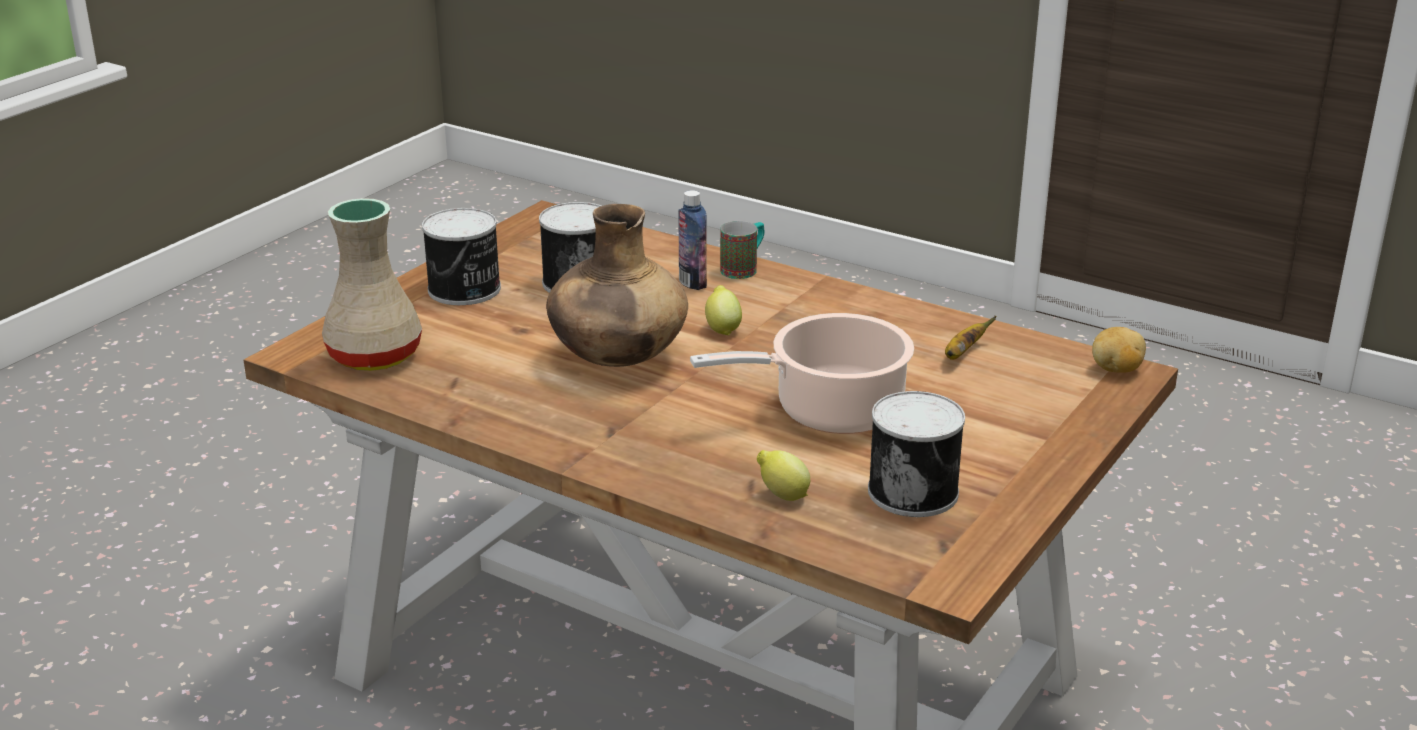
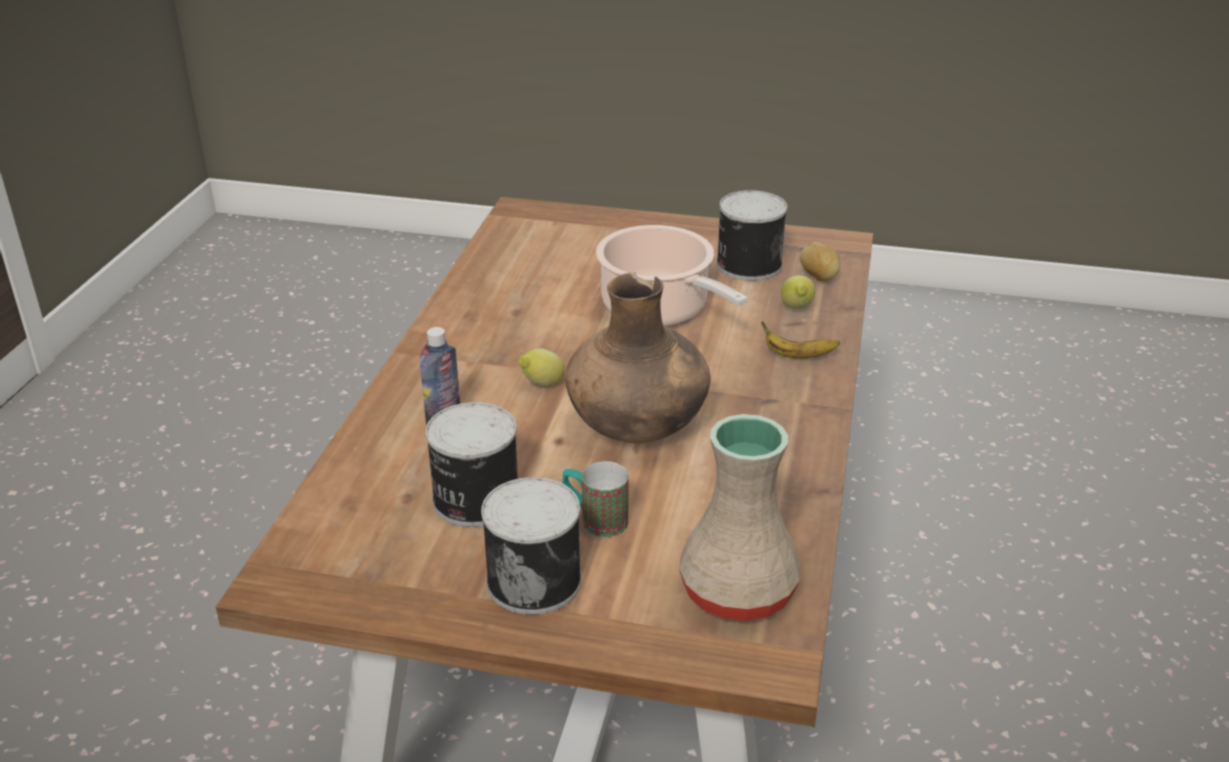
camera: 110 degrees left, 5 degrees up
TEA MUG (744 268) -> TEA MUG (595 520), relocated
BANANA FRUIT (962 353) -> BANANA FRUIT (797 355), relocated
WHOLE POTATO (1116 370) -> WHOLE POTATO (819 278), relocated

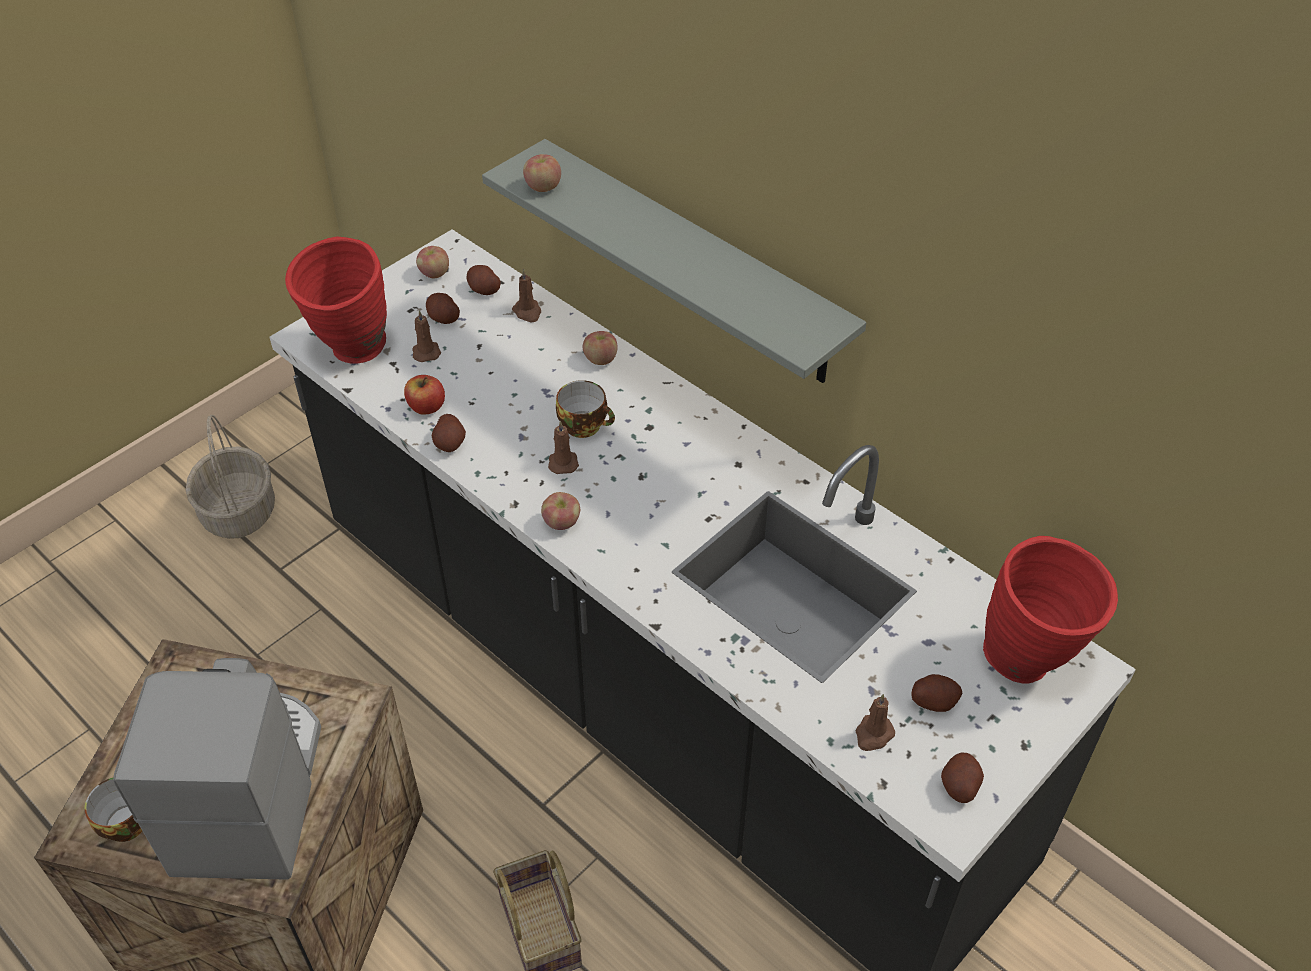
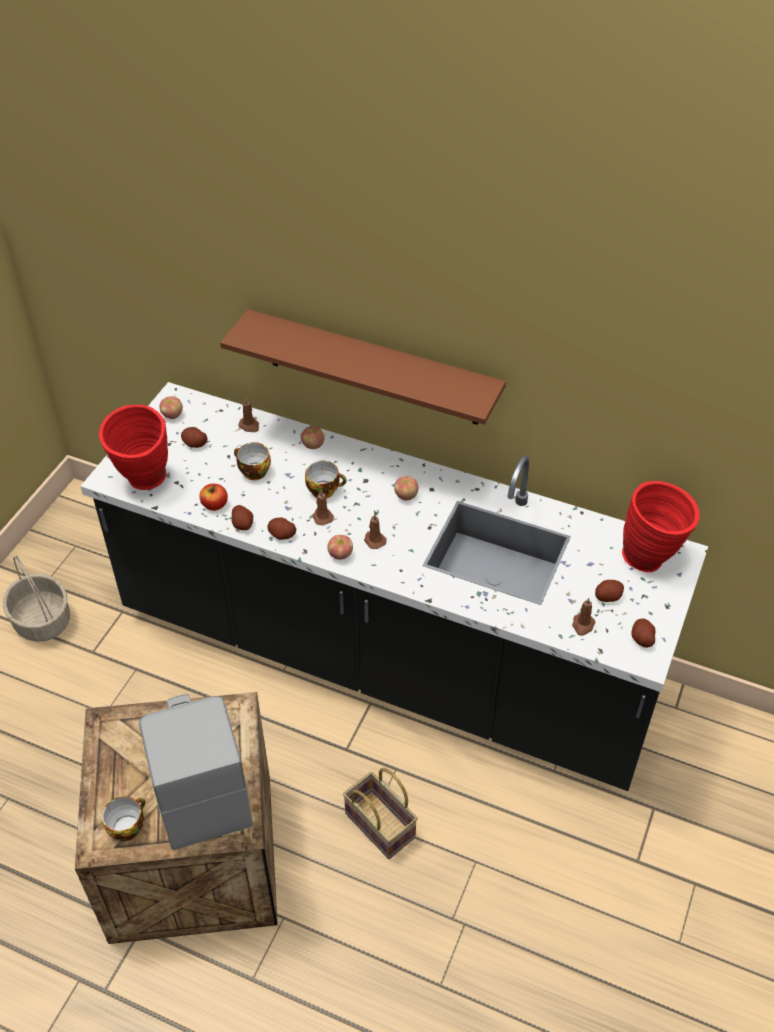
camera: 20 degrees left, 0 degrees up
none -> SMALL CUP (252 472)
BROWN-COLOURED WAX LIGHT (426 351) -> BROWN-COLOURED WAX LIGHT (374 540), relocated
WHOLE POTATO (484 290) -> WHOLE POTATO (282 535), relocated
WHOLE APPLE (543 187) -> WHOLE APPLE (406 496), relocated
GRAY BRACKET SHELF (693 263) -> BROWN-COLOURED BRACKET SHELF (373 368)

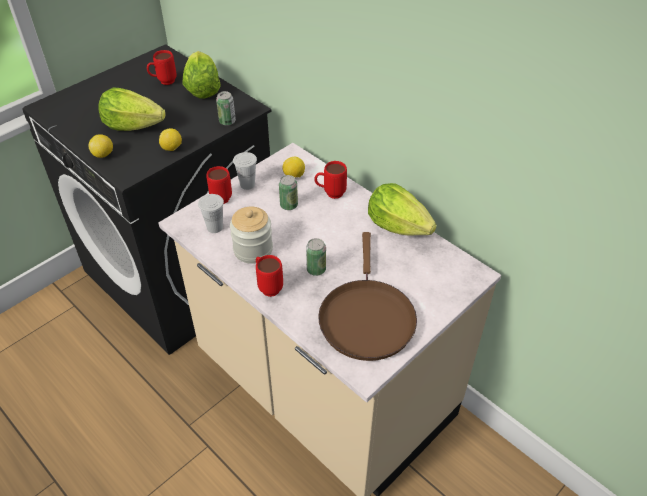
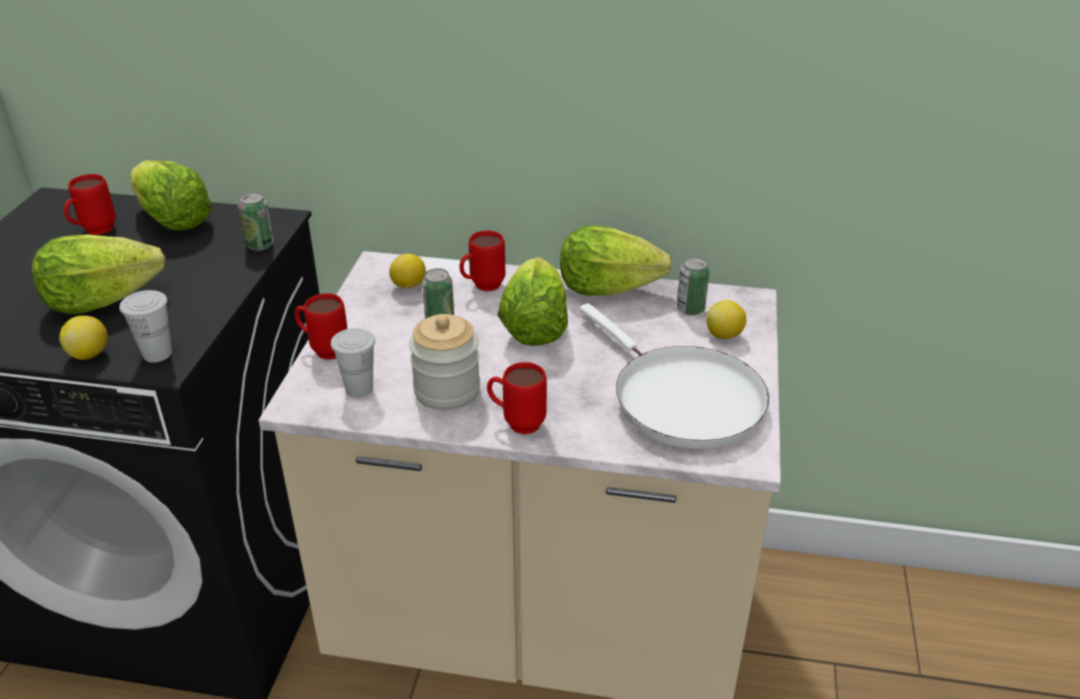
camera: 35 degrees left, 10 degrees down
none -> LETTUCE HEAD (534 327)
LEMON (172 149) -> LEMON (724 335), relocated
WHITE-COLOURED SMALL CUP (247 184) -> WHITE-COLOURED SMALL CUP (157 354), relocated
METAL CAN (316 269) -> METAL CAN (690 309), relocated
BROWN-COLOURED SKILLET (366 317) -> WHITE-COLOURED SKILLET (681 398)

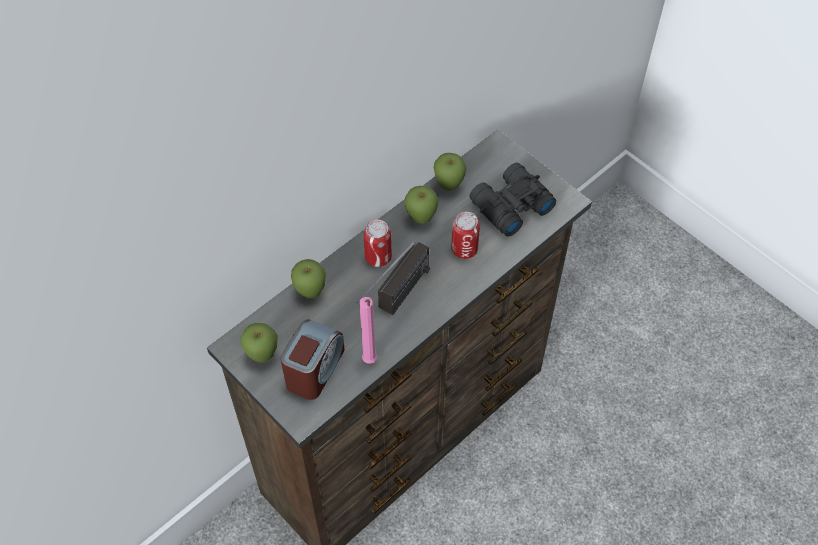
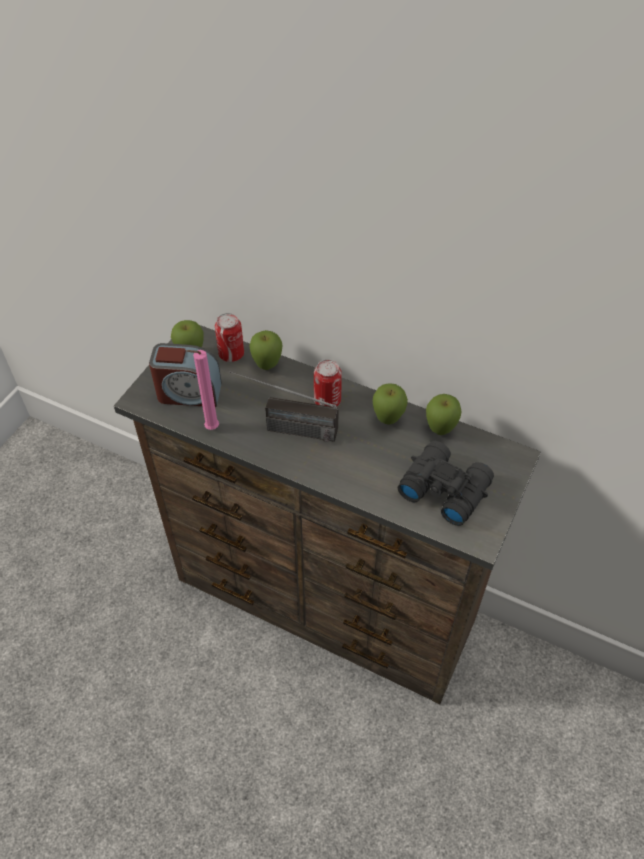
camera: 70 degrees right, 5 degrees down
METAL CAN (464 249) -> METAL CAN (231 354), relocated

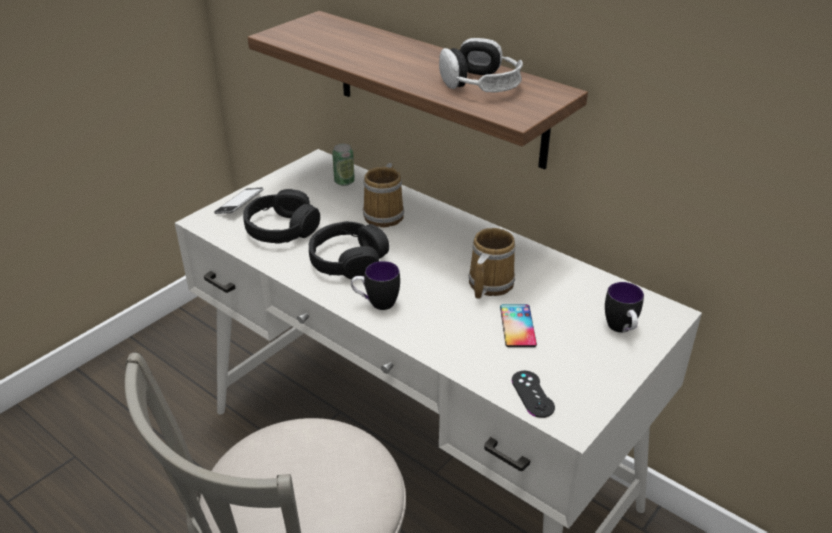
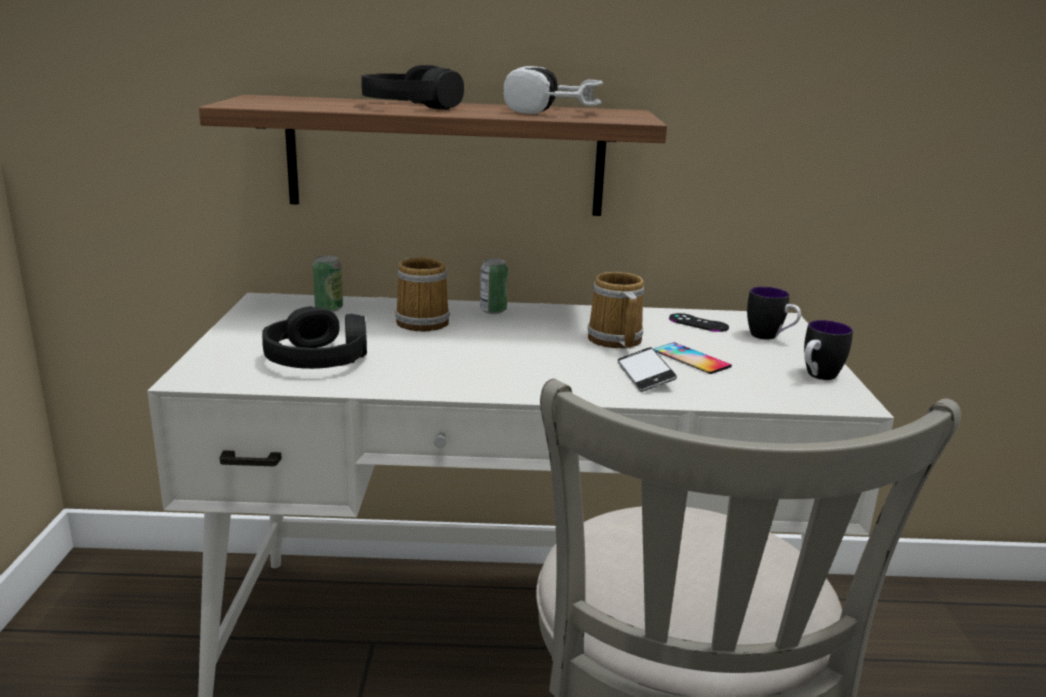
camera: 40 degrees left, 15 degrees down
none -> METAL CAN (493 310)
TELEPHONE (240 205) -> TELEPHONE (645 376), relocated
BLACK HEADPHONES (348 260) -> BLACK HEADPHONES (411 106), relocated
TEA MUG (376 304) -> TEA MUG (817 377), relocated
BLACK GAME CONTROLLER (532 394) -> BLACK GAME CONTROLLER (698 323), relocated

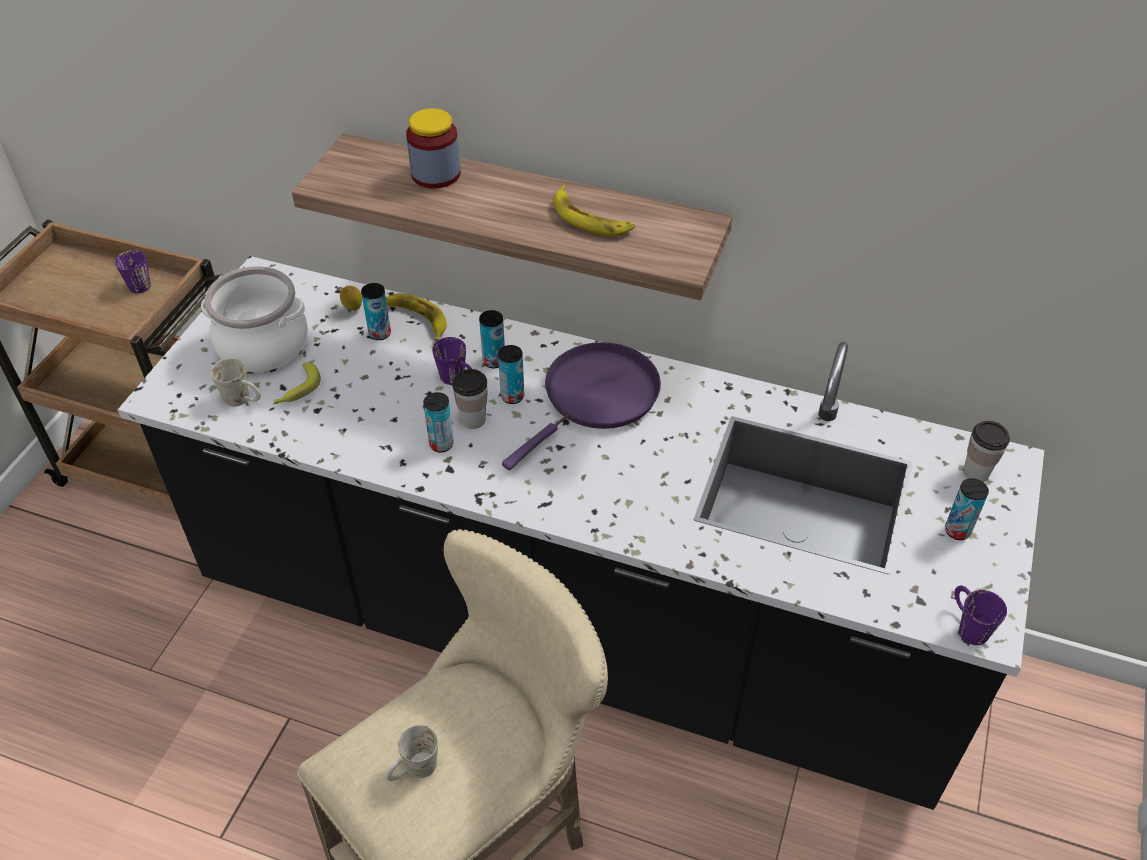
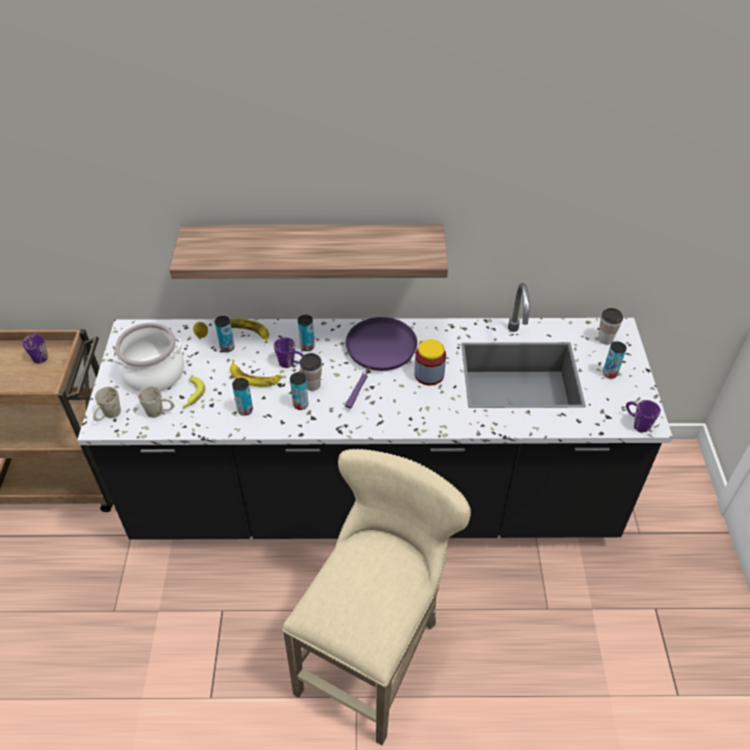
camera: 20 degrees left, 0 degrees up
WHITE-COLOURED TEA MUG (414 771) -> WHITE-COLOURED TEA MUG (109 416), relocated
JAR (436 174) -> JAR (429 374), relocated
METAL CAN (512 396) -> METAL CAN (245 410), relocated
BANANA FRUIT (590 218) -> BANANA FRUIT (254 377), relocated

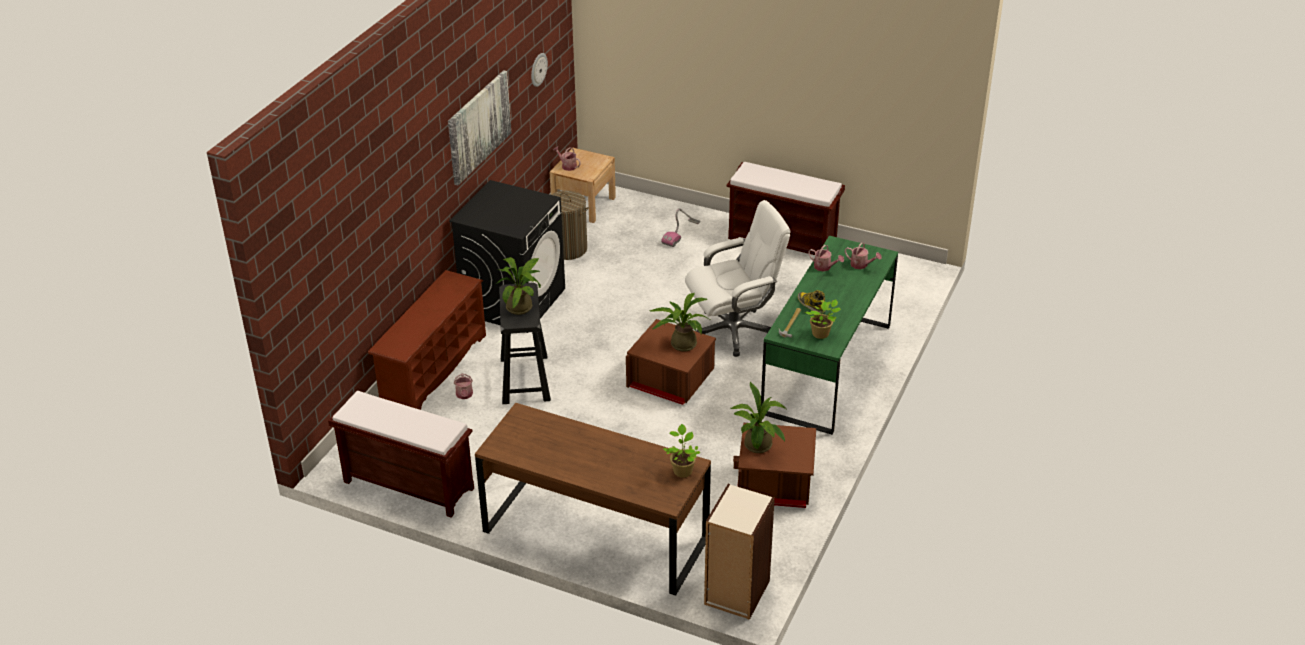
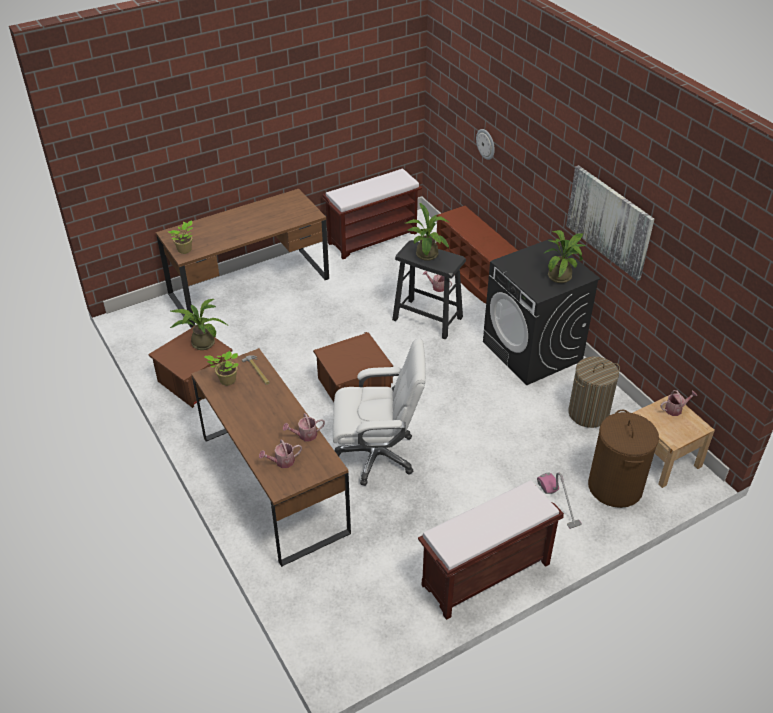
camera: 125 degrees right, 5 degrees up
BOOKCASE (736 593) -> none
TALL BOOT (811 304) -> none
none -> BROWN-COLOURED HAMPER (615 487)
HANGING CLOCK (538 69) -> HANGING CLOCK (486 144), relocated
POTTED PLANT (680 343) -> POTTED PLANT (562 276), relocated
GREEN-COLOURED DESK (827 368) -> BROWN-COLOURED DESK (274 483)
WHITE-COLOURED OFFICE CHAIR (734 331) -> WHITE-COLOURED OFFICE CHAIR (377 455), 105 degrees counterclockwise

